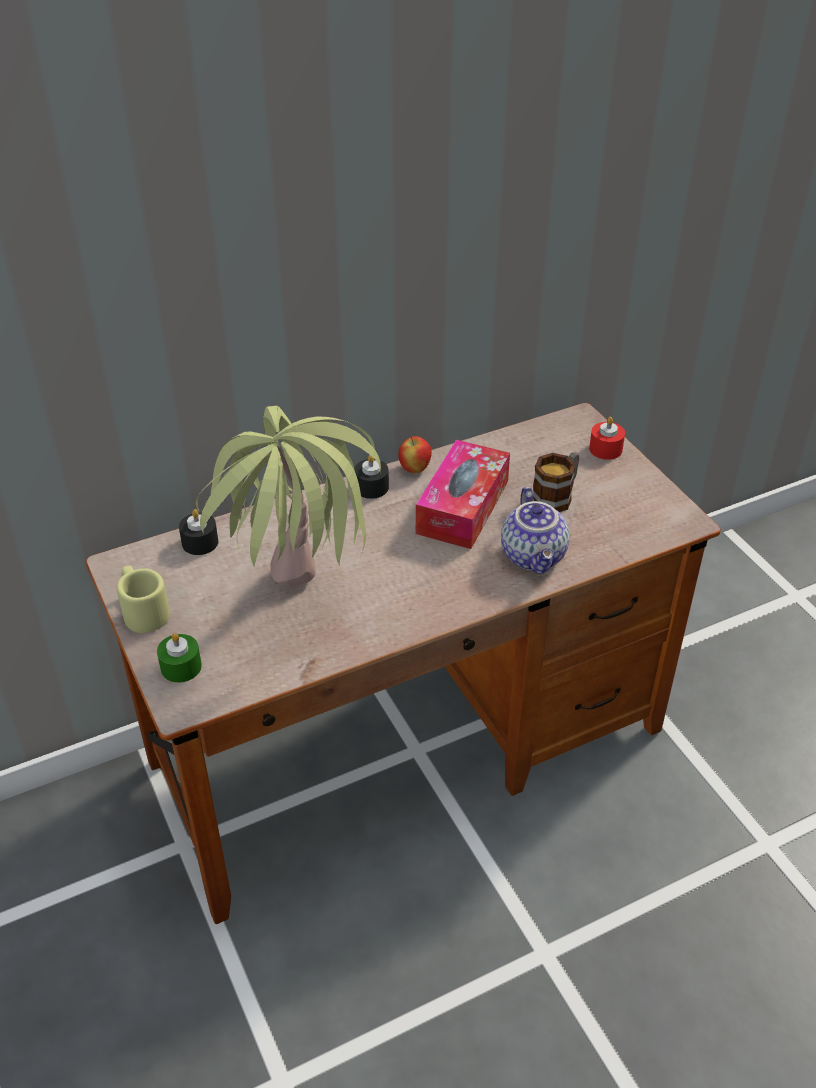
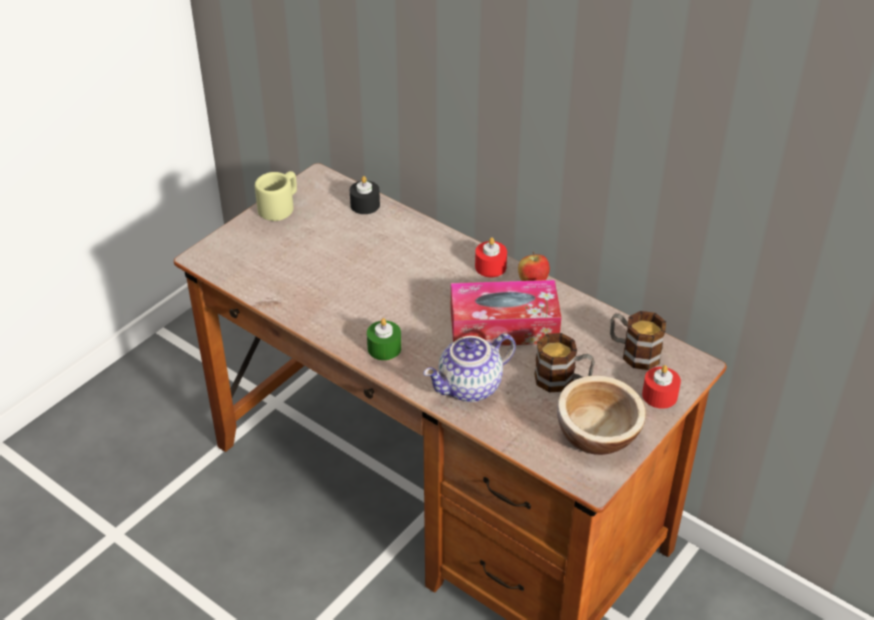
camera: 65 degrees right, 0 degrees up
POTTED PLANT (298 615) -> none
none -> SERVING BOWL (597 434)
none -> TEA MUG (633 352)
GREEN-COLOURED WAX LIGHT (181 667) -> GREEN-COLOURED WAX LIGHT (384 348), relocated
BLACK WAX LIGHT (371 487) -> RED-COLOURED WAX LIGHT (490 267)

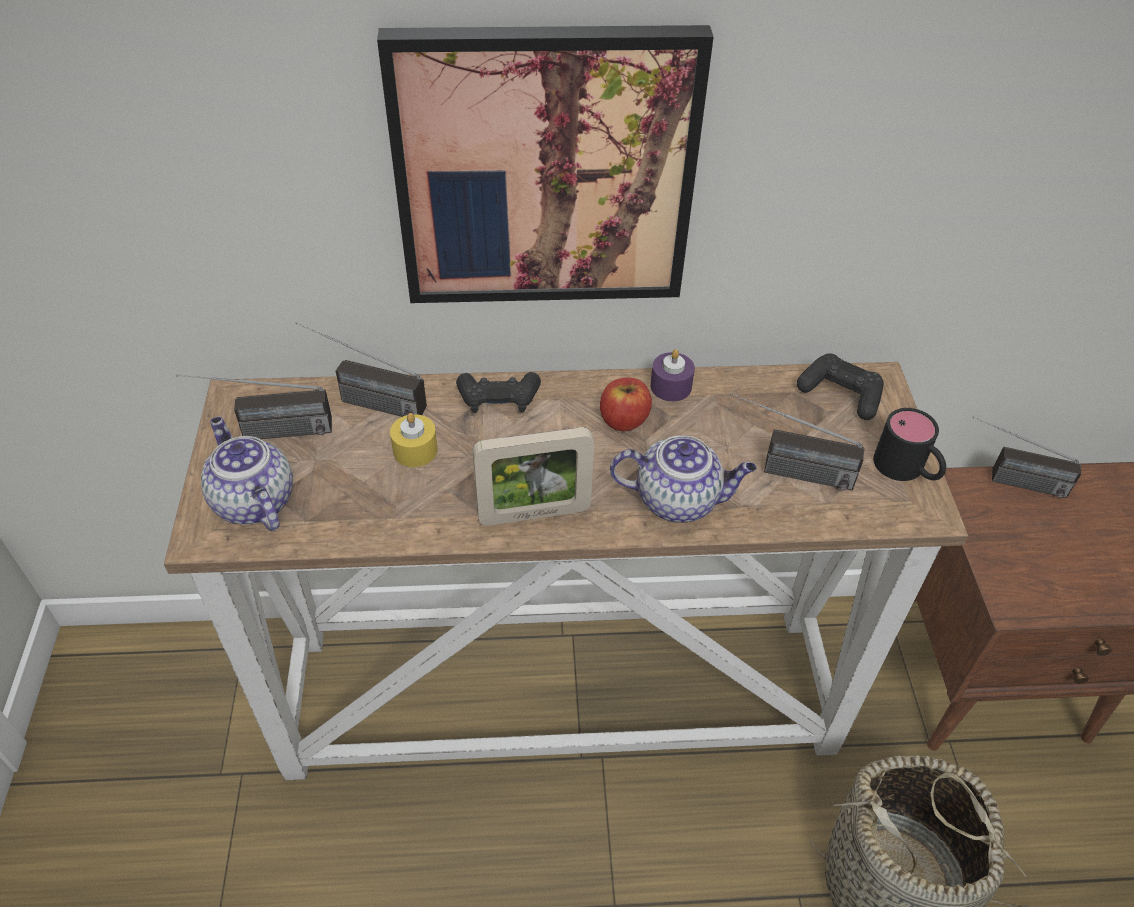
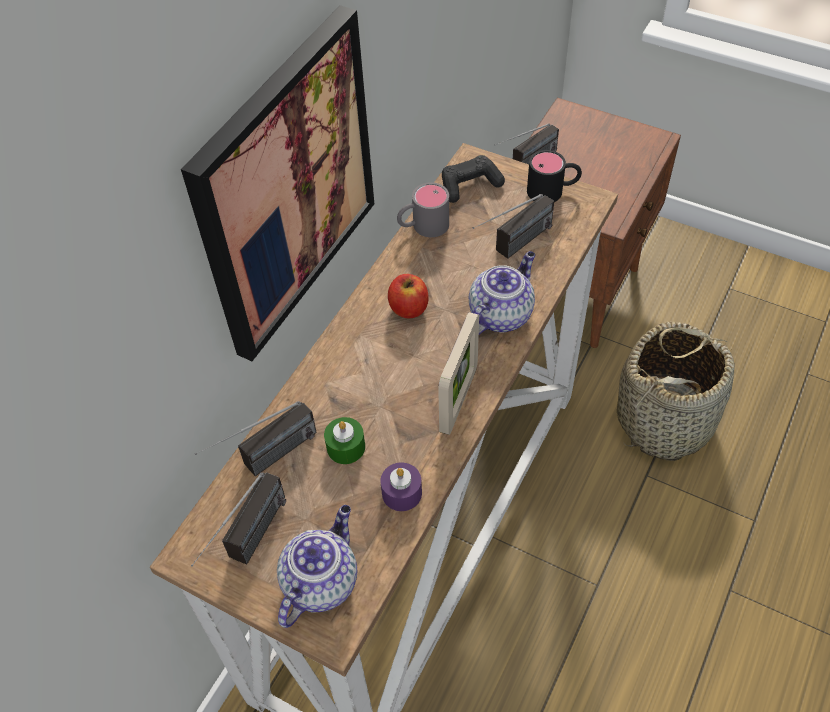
camera: 55 degrees left, 5 degrees up
BLACK GAME CONTROLLER (498 399) -> none
none -> GRAY TEA MUG (423 226)
PURPLE-COLOURED WAX LIGHT (671 386) -> PURPLE-COLOURED WAX LIGHT (402 493), relocated
YELLOW-COLOURED WAX LIGHT (415 450) -> GREEN-COLOURED WAX LIGHT (346 447)
POT FOR TEA (252 501) -> POT FOR TEA (320 581), 120 degrees clockwise

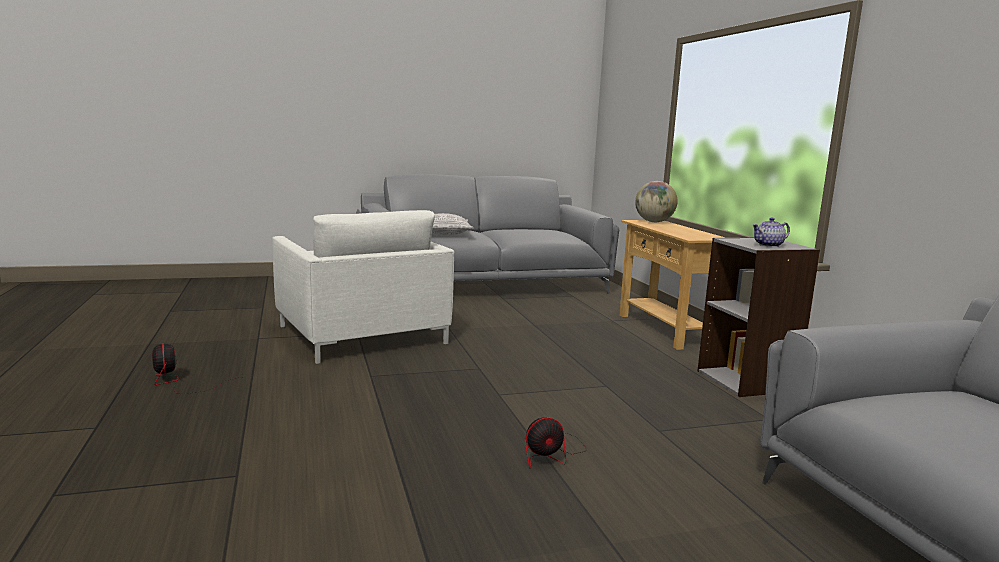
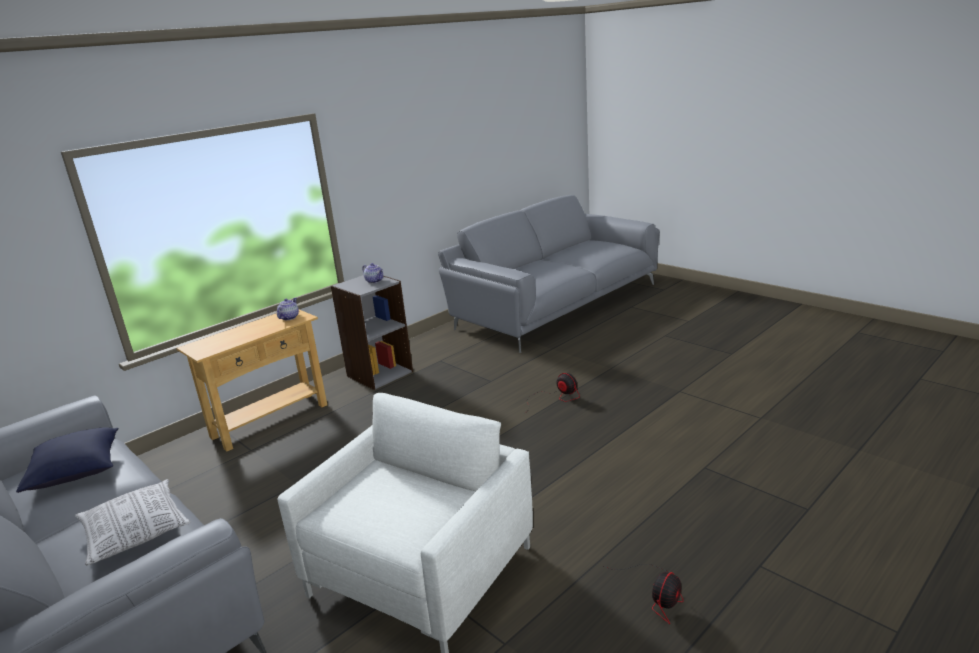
camera: 115 degrees left, 10 degrees up
WORLD GLOBE (654 222) -> none
none -> BLUE THROW PILLOW (77 472)
none -> POT FOR TEA (289 317)

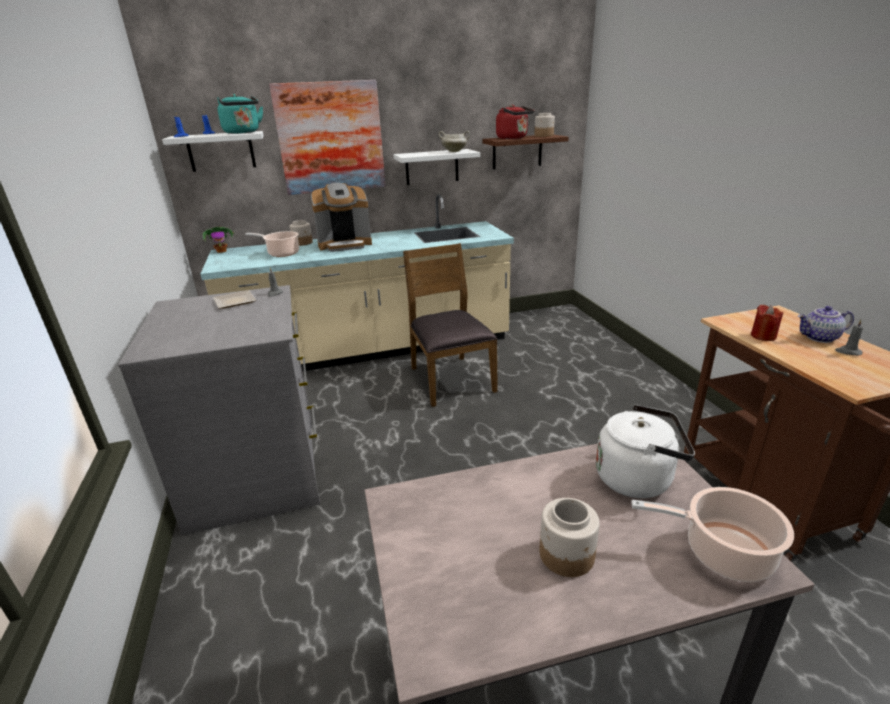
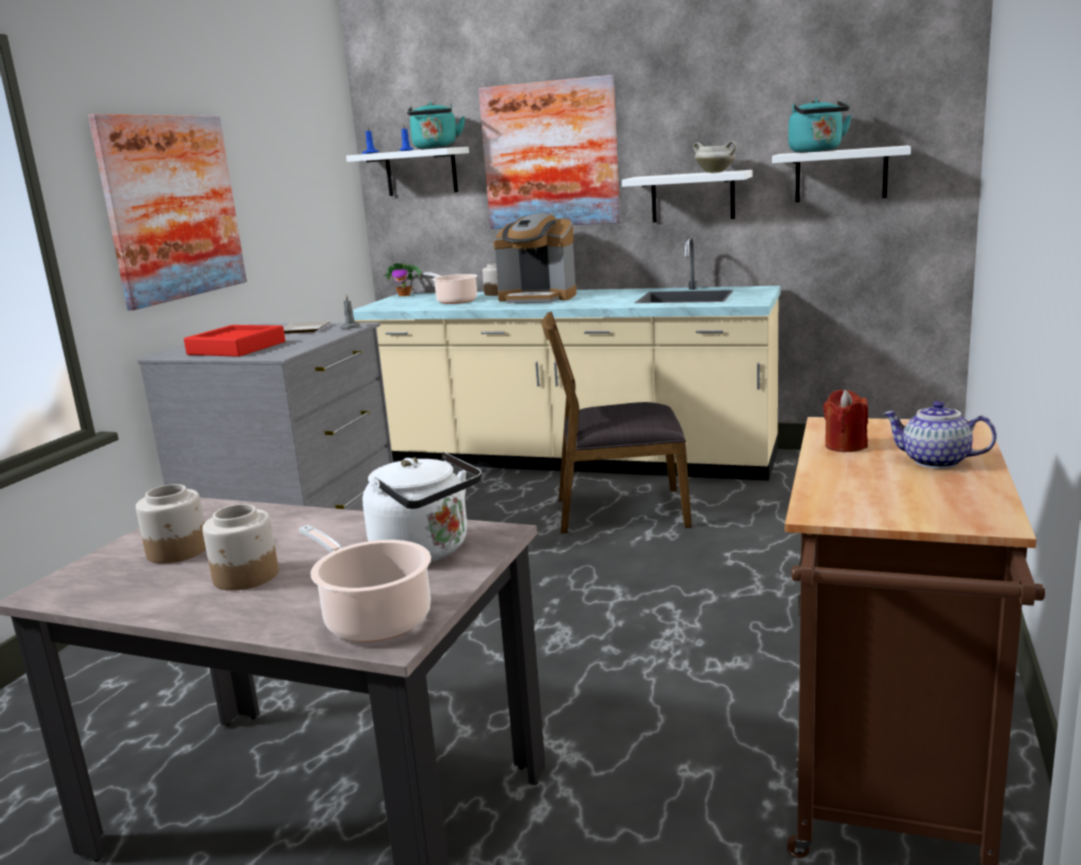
camera: 35 degrees right, 10 degrees down
GRAY WAX LIGHT (848 352) -> none
none -> PICTURE (172 207)
none -> RED-COLOURED CARRYING TRAY (236 348)
JAR (544 135) -> JAR (178 551), relocated
BROWN-COLOURED BRACKET SHELF (517 152) -> WHITE-COLOURED BRACKET SHELF (841 175)
RED-COLOURED WATER KETTLE (513 138) -> TURQUOISE-COLOURED WATER KETTLE (817 151)
BROWN-COLOURED CHAIR (450 379) -> BROWN-COLOURED CHAIR (620 511), 105 degrees counterclockwise

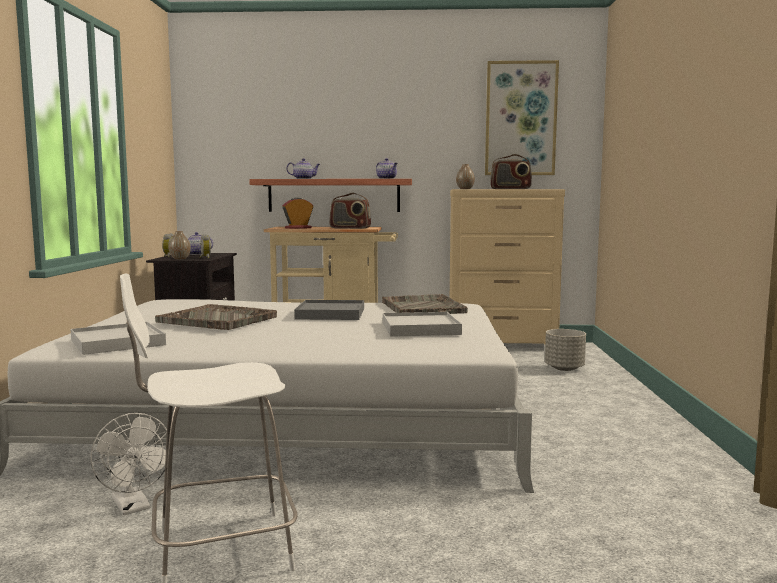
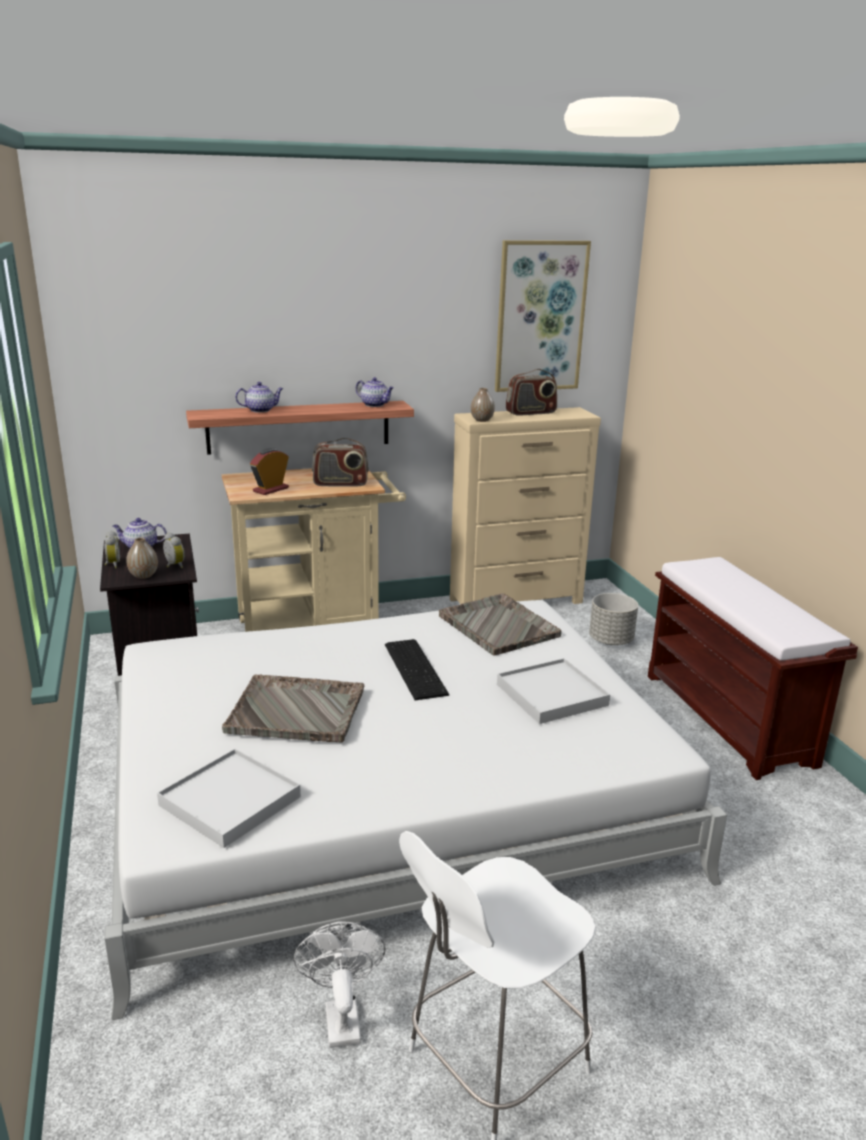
camera: 20 degrees left, 15 degrees up
none -> BROWN-COLOURED LONG SEAT (729 719)
GRAY CARRYING TRAY (331 314) -> COMPUTER KEYBOARD (417 668)
WHITE-COLOURED FAN (134 507) -> WHITE-COLOURED FAN (341 1016), 135 degrees counterclockwise

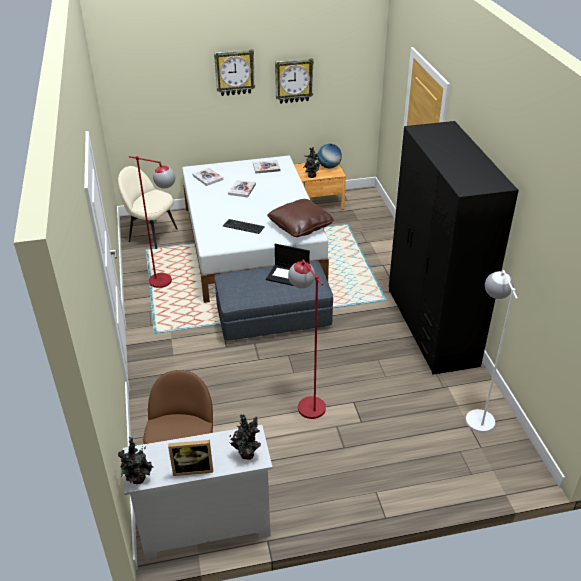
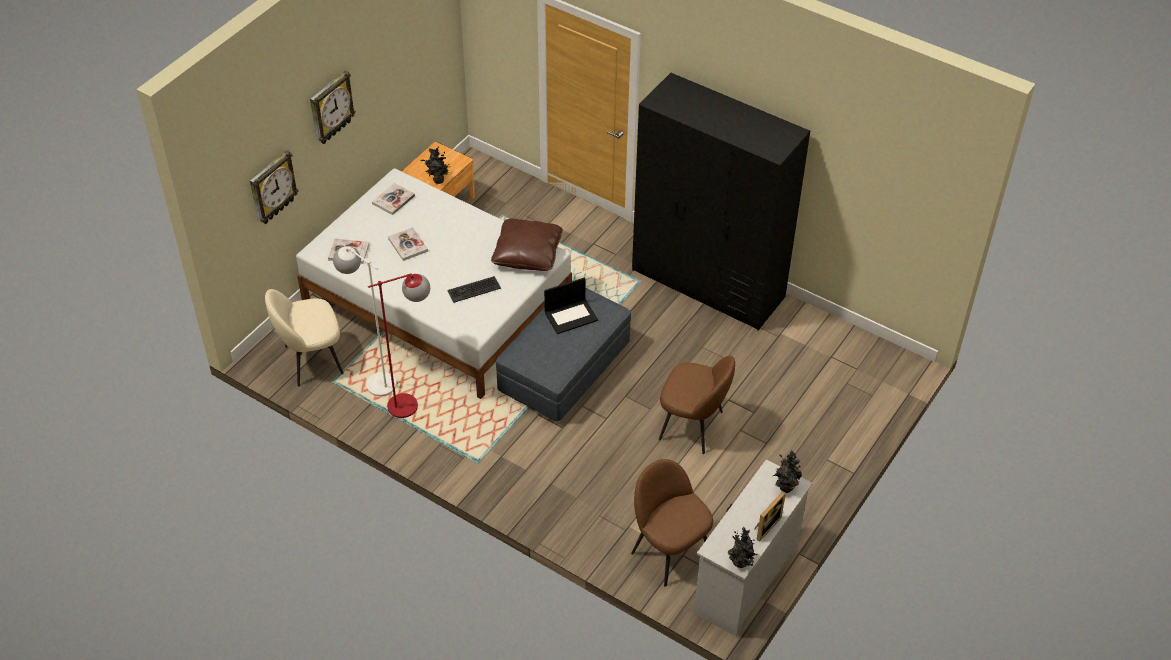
camera: 45 degrees left, 10 degrees up
WORLD GLOBE (329 167) -> none
HANGING CLOCK (293 80) -> HANGING CLOCK (272 188), relocated
WHITE-COLOURED FLOOR LAMP (477 414) -> WHITE-COLOURED FLOOR LAMP (374 379), relocated
RED-COLOURED FLOOR LAMP (307 401) -> BROWN-COLOURED CHAIR (693 426)

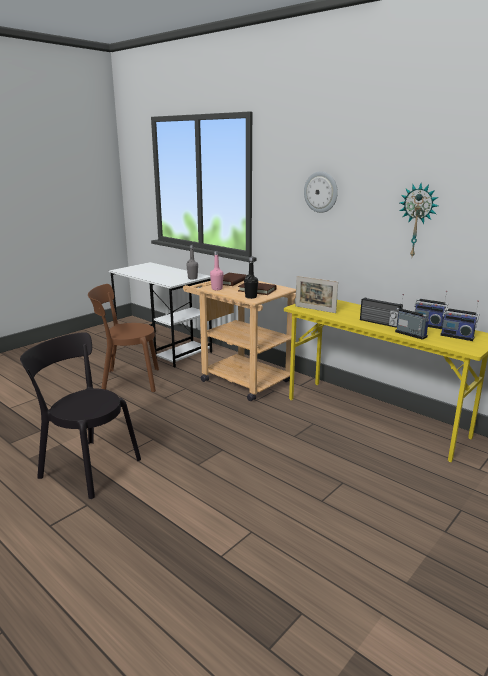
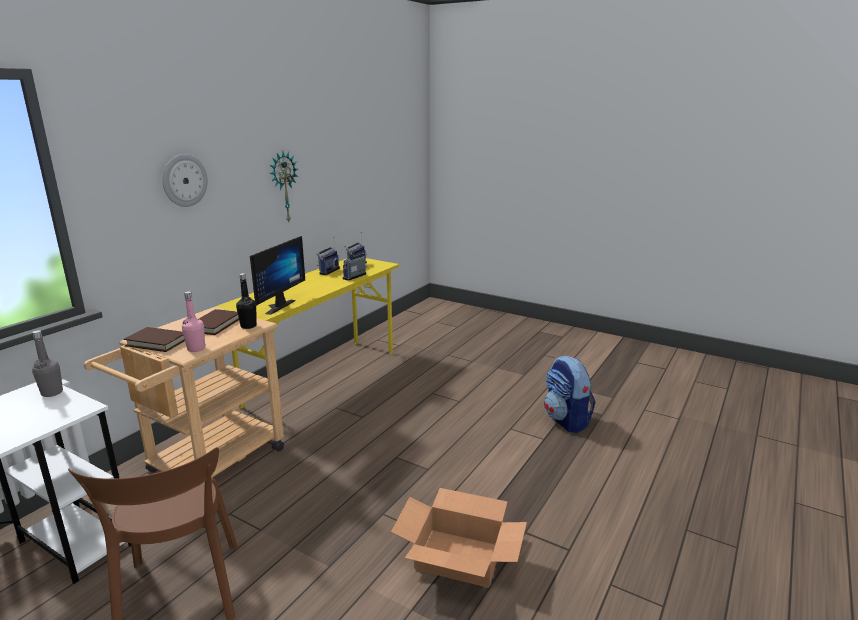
camera: 100 degrees left, 0 degrees up
RADIO (379 323) -> none
none -> BACKPACK (566 420)
BLACK CHAIR (87 466) -> CARDBOARD BOX (458 557)
PICTURE FRAME (315 309) -> MONITOR (276 306)

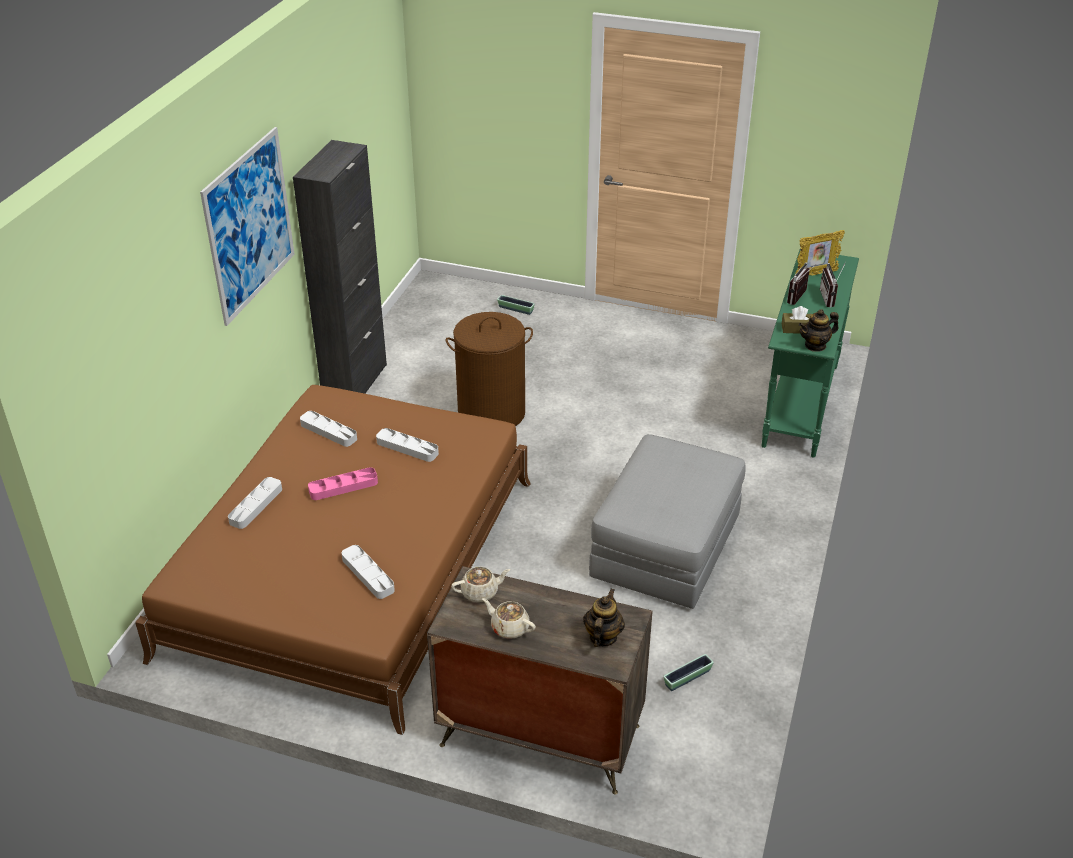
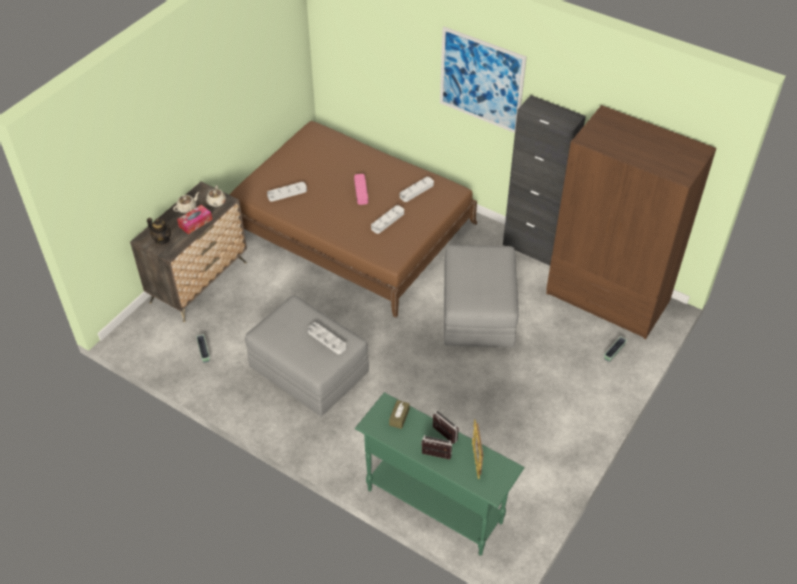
camera: 105 degrees right, 10 degrees up
POT FOR TEA (815 345) -> none
none -> TISSUE HOLDER (195 223)
none -> BROWN-COLOURED ARMOIRE (607 298)
GRAY CARRYING TRAY (256 505) -> GRAY CARRYING TRAY (327 340), relocated
BROWN-COLOURED HAMPER (491 413) -> GRAY FOOTREST (477 312)

